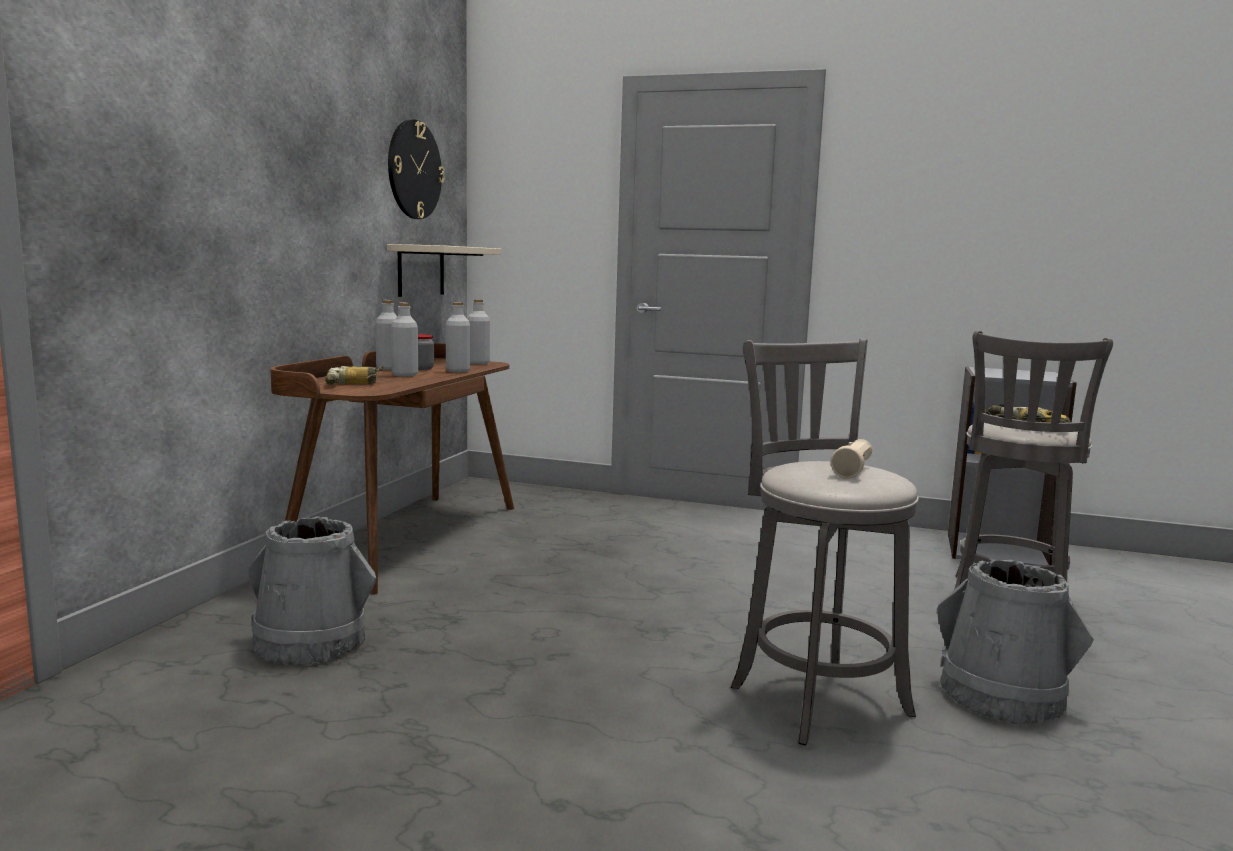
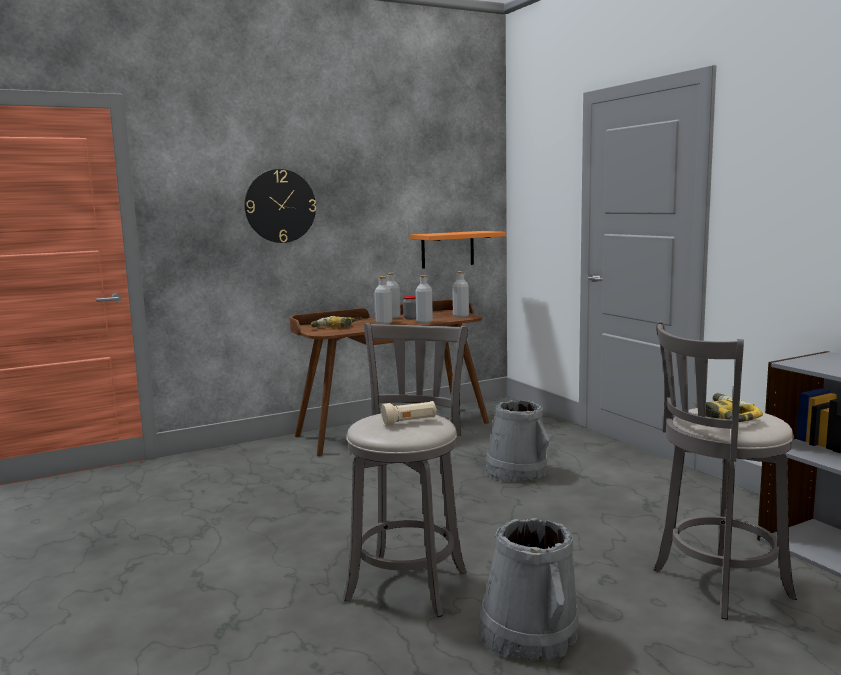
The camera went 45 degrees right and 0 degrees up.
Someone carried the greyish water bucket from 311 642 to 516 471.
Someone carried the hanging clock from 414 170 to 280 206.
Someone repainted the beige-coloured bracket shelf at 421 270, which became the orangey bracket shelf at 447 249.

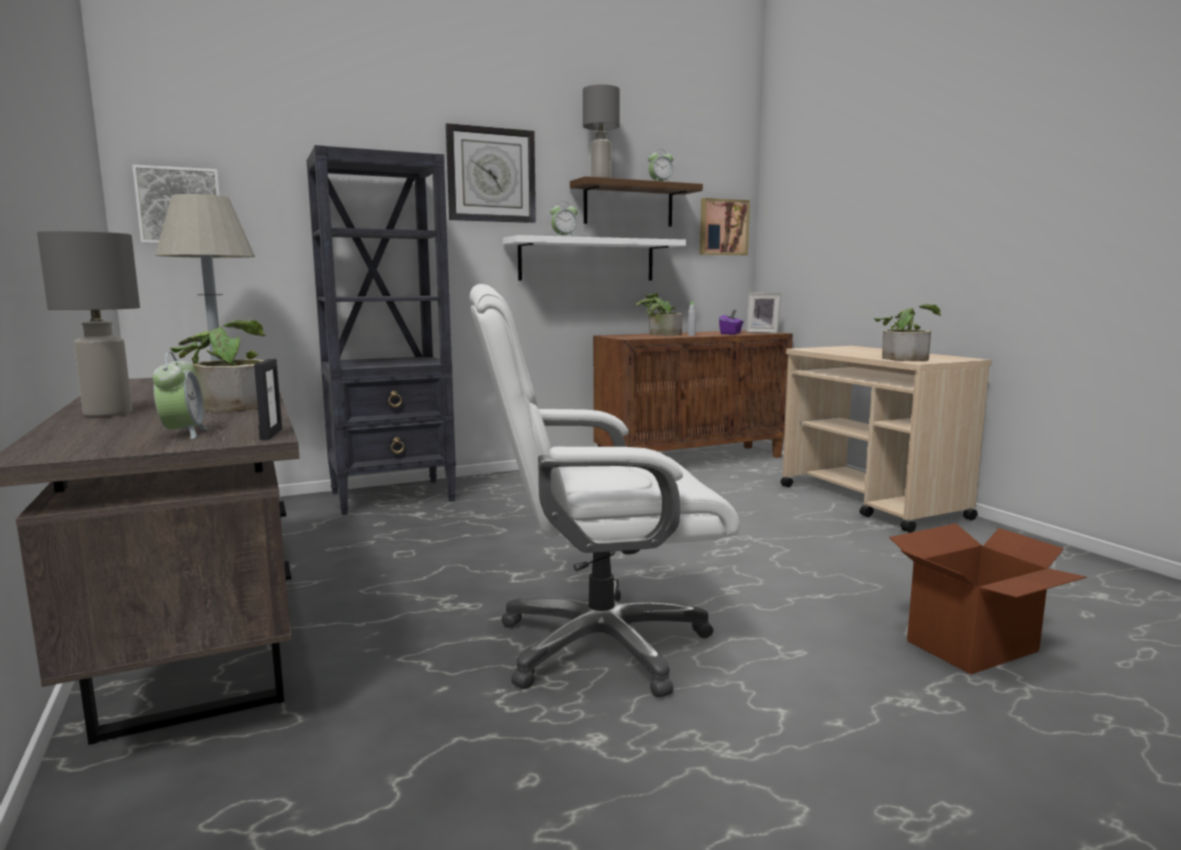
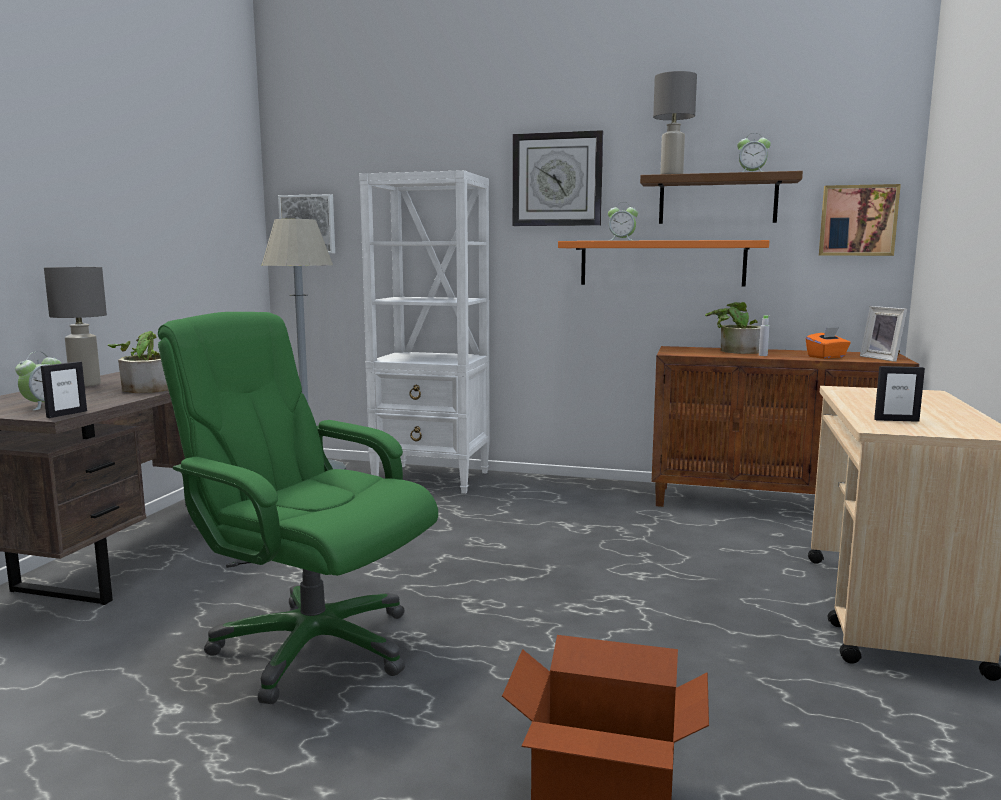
The camera went 40 degrees right and 0 degrees up.
Someone swapped the houseplant at 904 358 for the picture frame at 896 420.
Someone repainted the black-coloured shelving unit at 393 496, which became the white-coloured shelving unit at 432 479.
Someone repainted the white-coloured office chair at 599 645, which became the greenish office chair at 312 646.
Someone repainted the white-coloured bracket shelf at 587 260, which became the orangey bracket shelf at 662 263.
Someone repainted the purplish box of tissues at 731 333, which became the orangey box of tissues at 827 357.

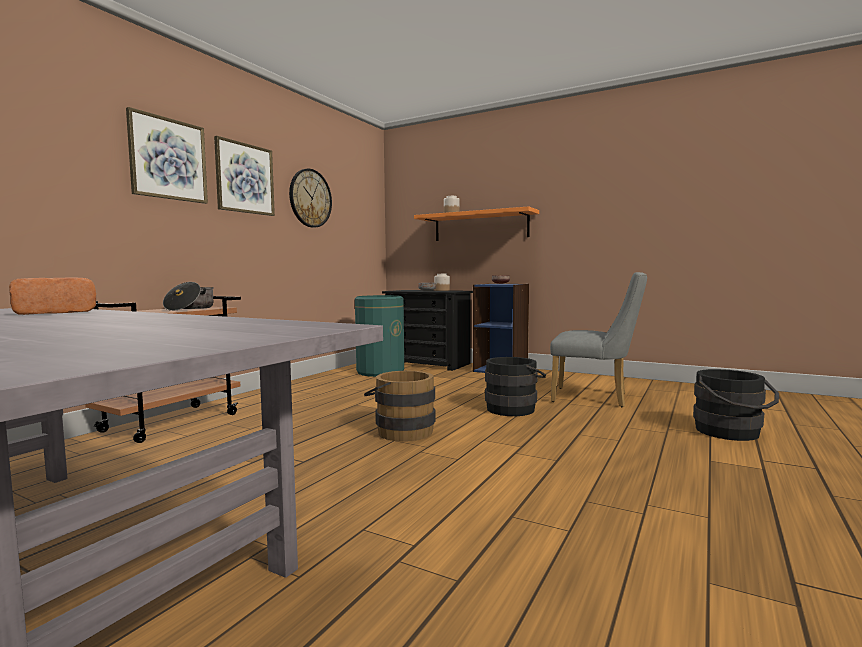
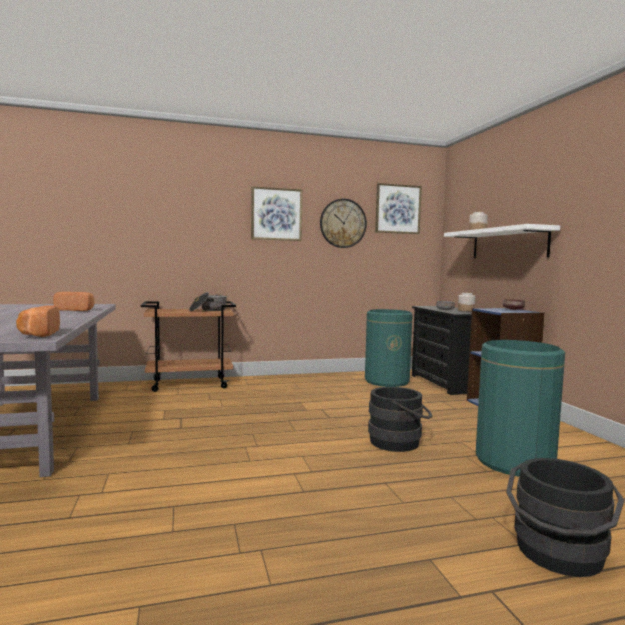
The camera went 45 degrees right and 0 degrees up.
Someone took away the brownish water bucket at 400 431.
Someone put down the bread at 38 334.
Someone carried the wall picture from 168 159 to 398 209.
Someone swapped the greyish upright chair at 596 398 for the greenish waste bin at 514 462.
Someone repainted the orangey bracket shelf at 480 226, which became the white-coloured bracket shelf at 508 244.

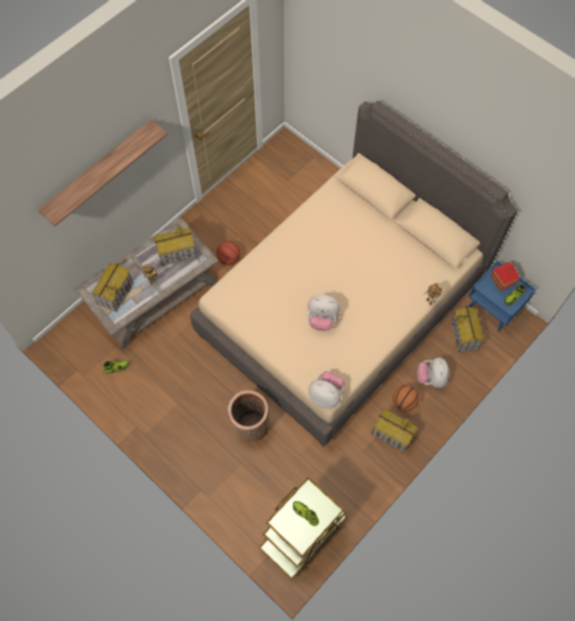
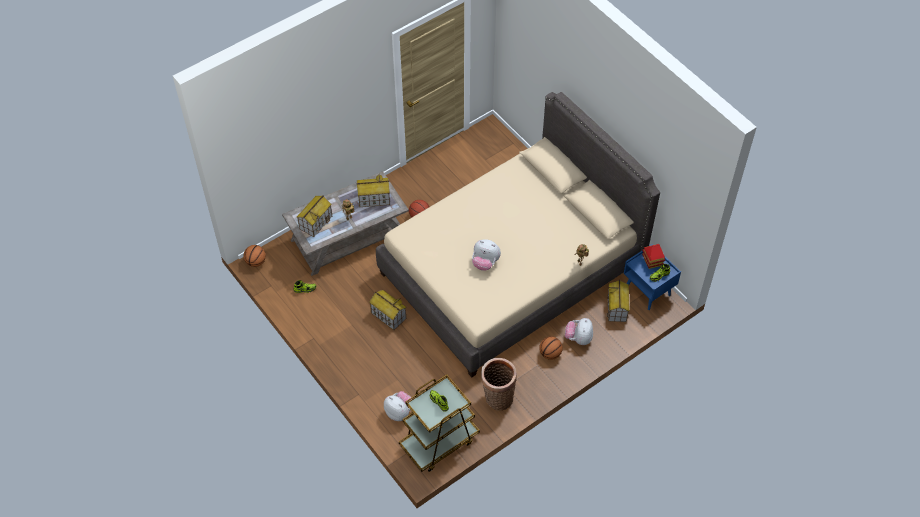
The camera went 10 degrees right and 10 degrees down.
Someone took away the bracket shelf at 98 171.
Someone put down the basketball ball at 256 262.
Someone carried the household basket from 250 426 to 497 397.
Someone carried the cuddly toy from 326 395 to 399 412.
Someone carried the miniature house from 392 434 to 388 316.

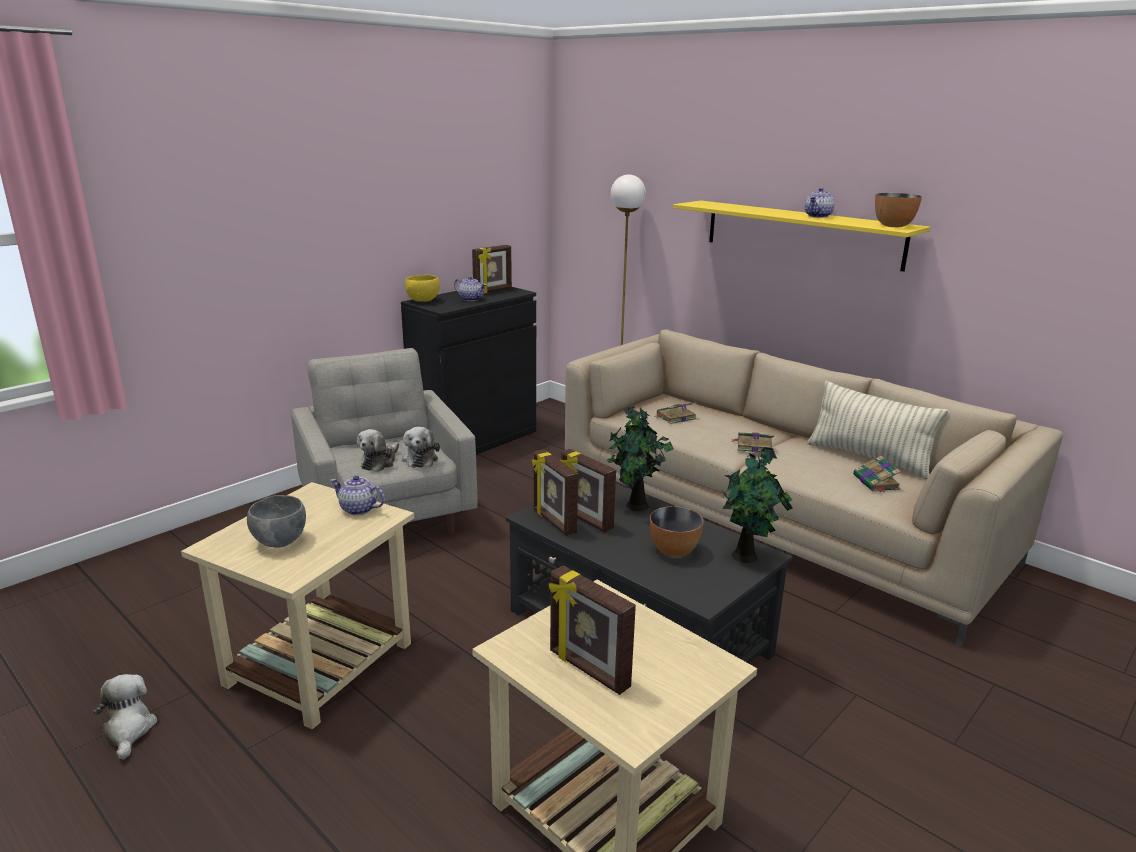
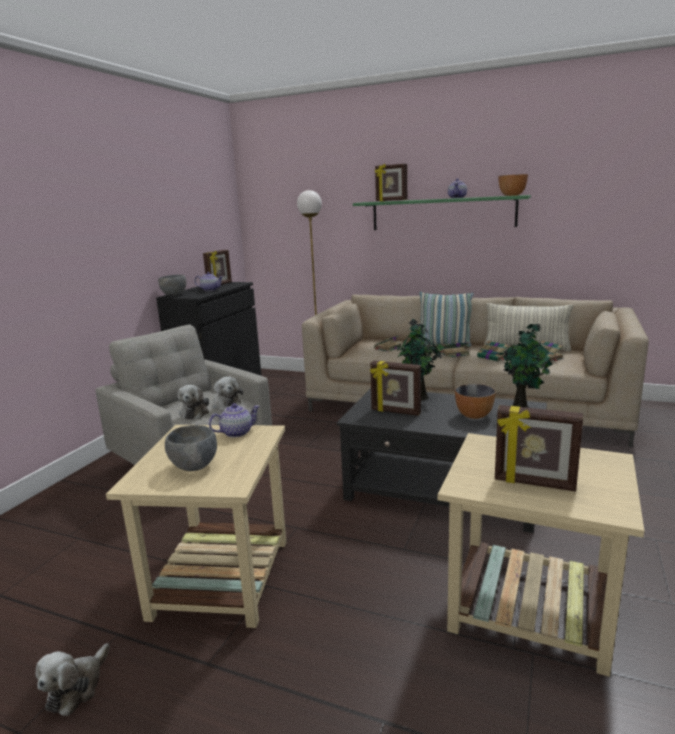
The camera went 20 degrees left and 5 degrees down.
Someone put down the throw pillow at 444 344.
Someone put down the bound book at 493 357.
Someone carried the picture frame from 553 522 to 391 201.
Someone repainted the yellow deep dish at 423 301, which became the greyish deep dish at 174 295.
Someone repainted the yellow bracket shelf at 801 234, which became the greenish bracket shelf at 442 213.
Someone rotated the cuddly toy at 128 730 by 120 degrees counterclockwise.
Someone rotated the tea pot at 358 509 by 150 degrees clockwise.

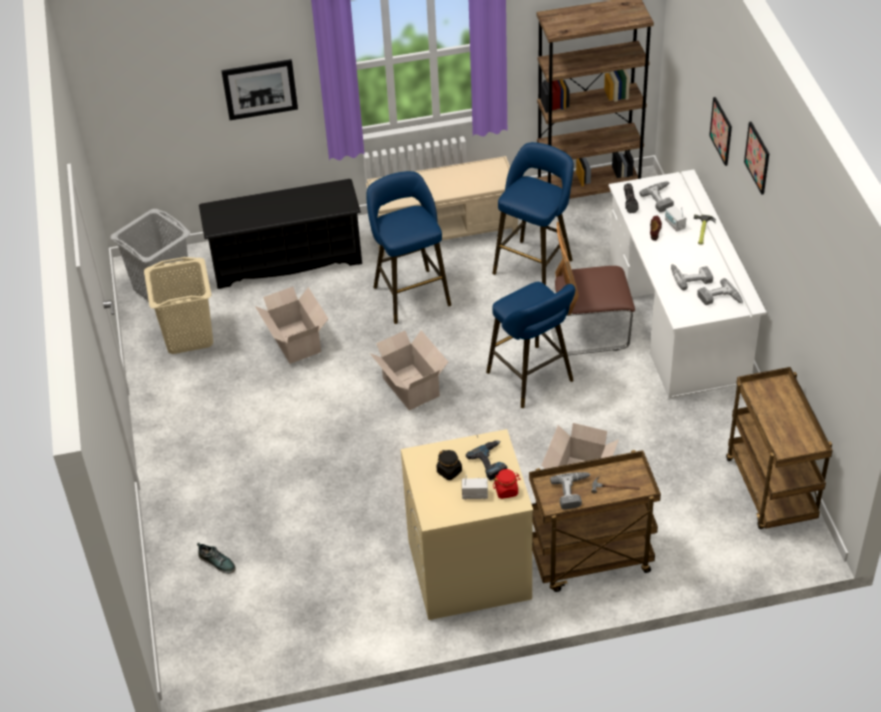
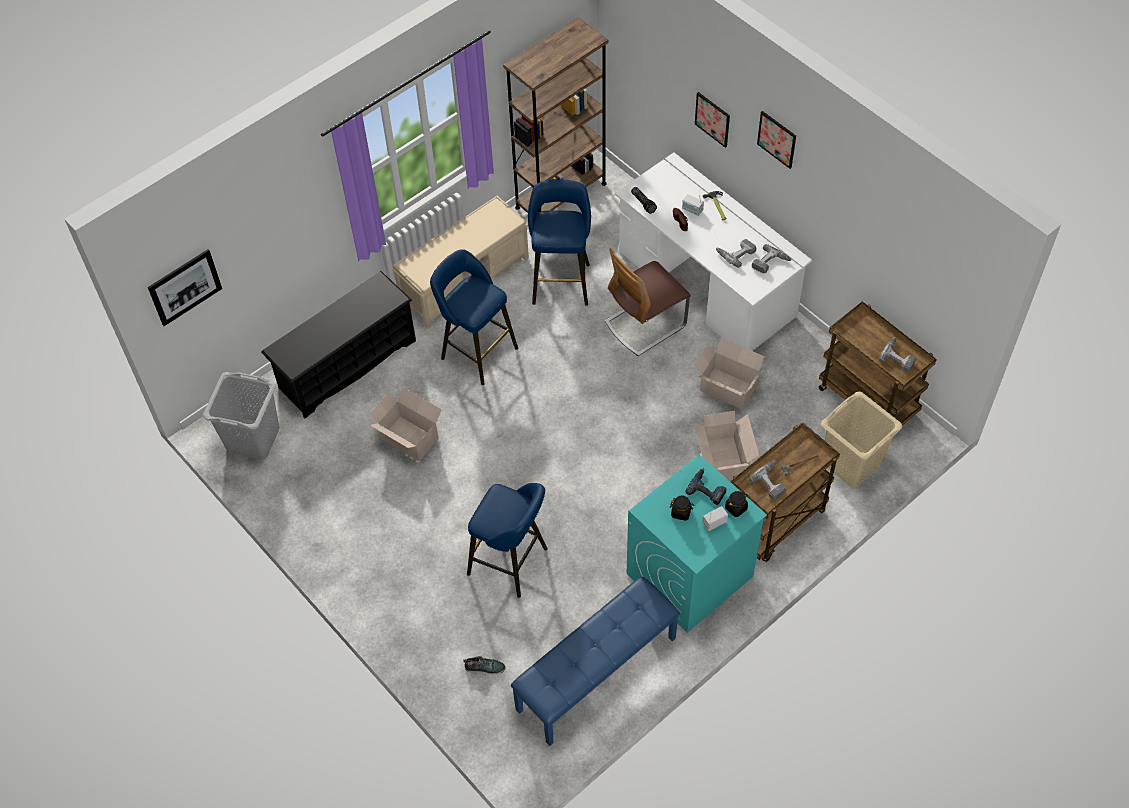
The camera went 30 degrees left and 10 degrees up.
Someone put down the bluish long seat at 597 674.
Someone carried the beige-coloured laundry basket from 188 336 to 851 464.
Someone carried the wall picture from 260 89 to 185 287.
Someone carried the cardboard box from 410 386 to 727 387.
Someone carried the bluish stool from 533 379 to 512 563.
Someone carried the drill from 661 199 to 899 356.
Someone repainted the beige-coloured laundry appliance at 468 570, which became the blue-green laundry appliance at 689 576.
Someone repainted the red storage jar at 506 490, which became the black-coloured storage jar at 736 508.

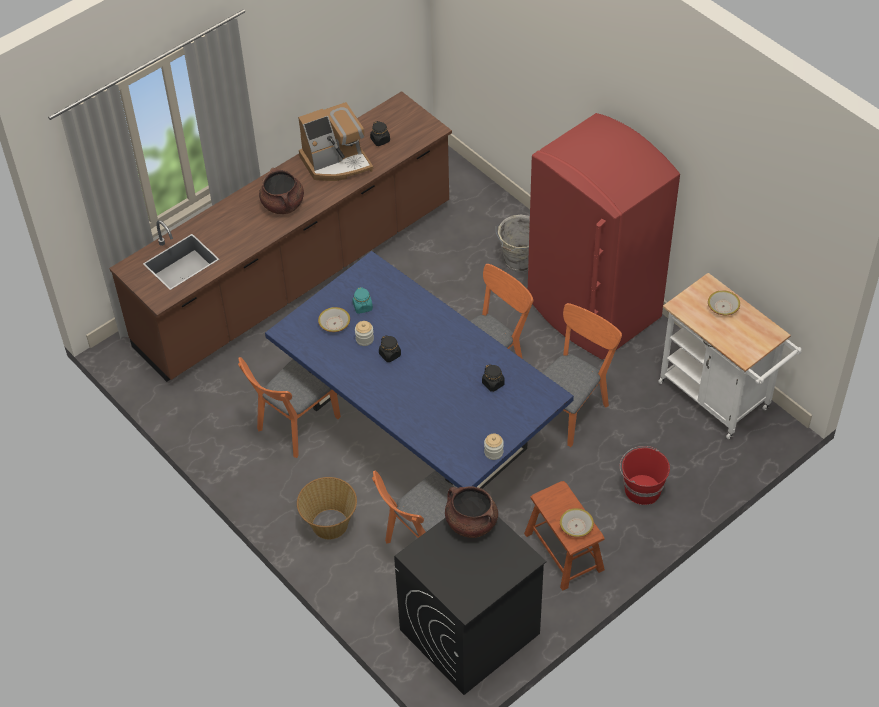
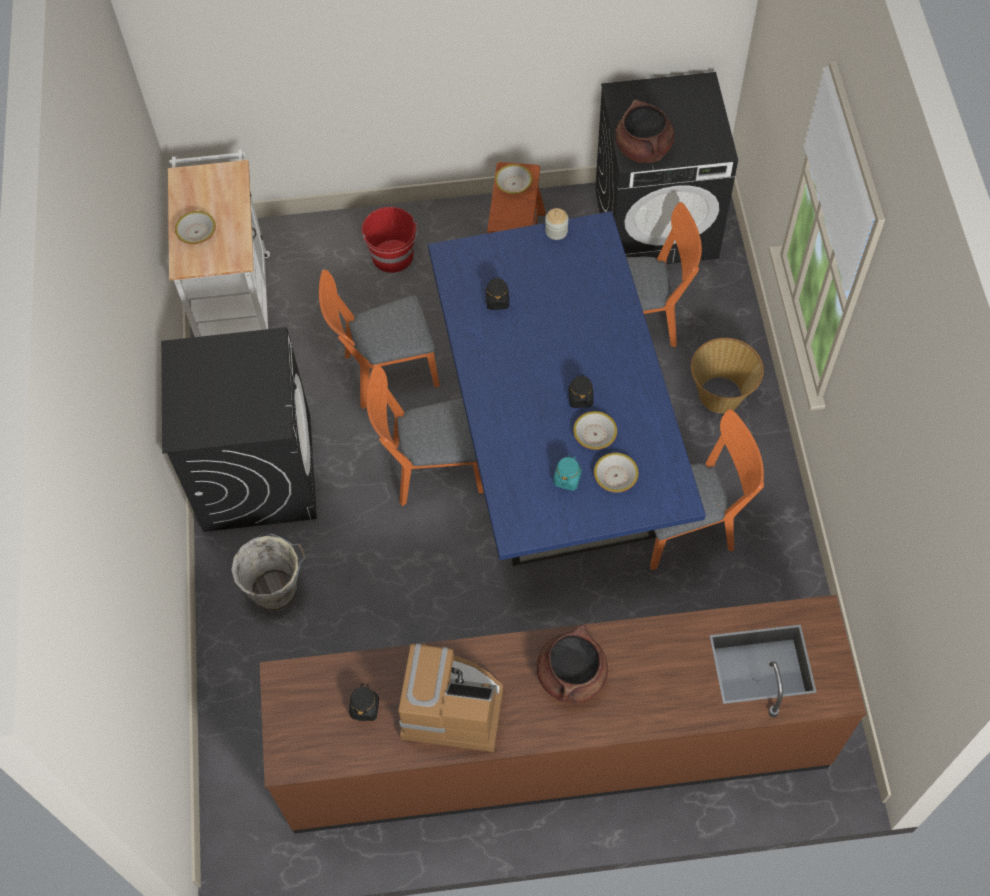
The camera went 145 degrees left and 10 degrees up.
Someone swapped the storage jar at 364 339 for the deep dish at 595 434.
Someone swapped the red refrigerator at 593 310 for the black-coloured laundry appliance at 257 471.

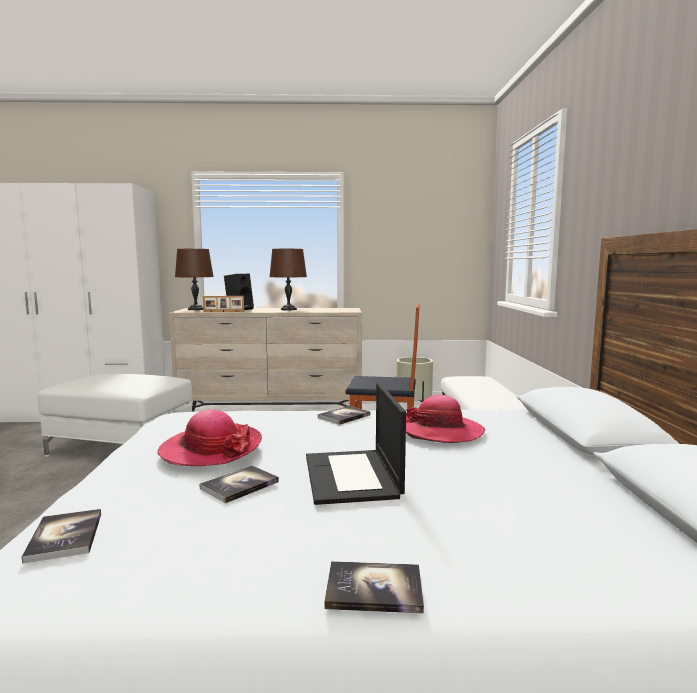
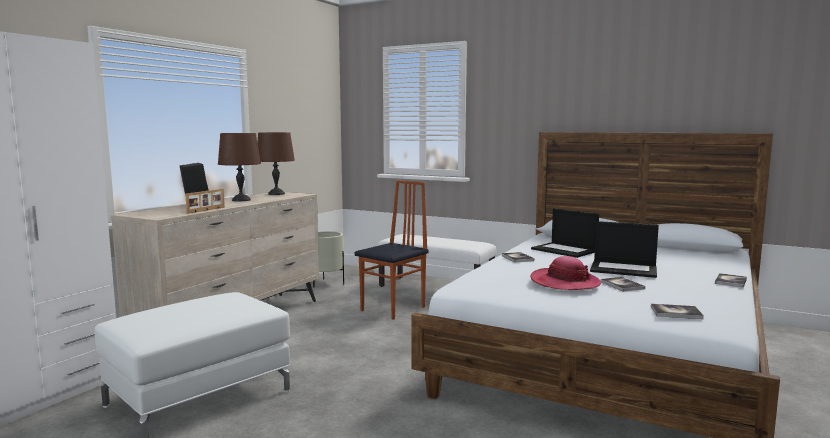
The camera went 60 degrees left and 0 degrees up.
Someone carried the brownish table lamp from 195 309 to 276 194.
Someone swapped the hat at 438 430 for the laptop at 565 250.

